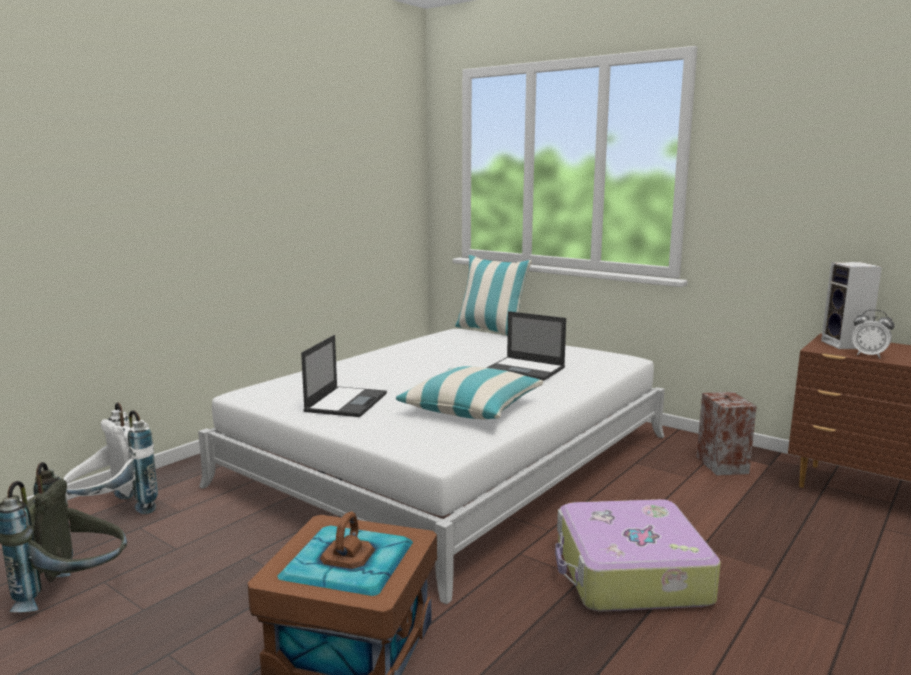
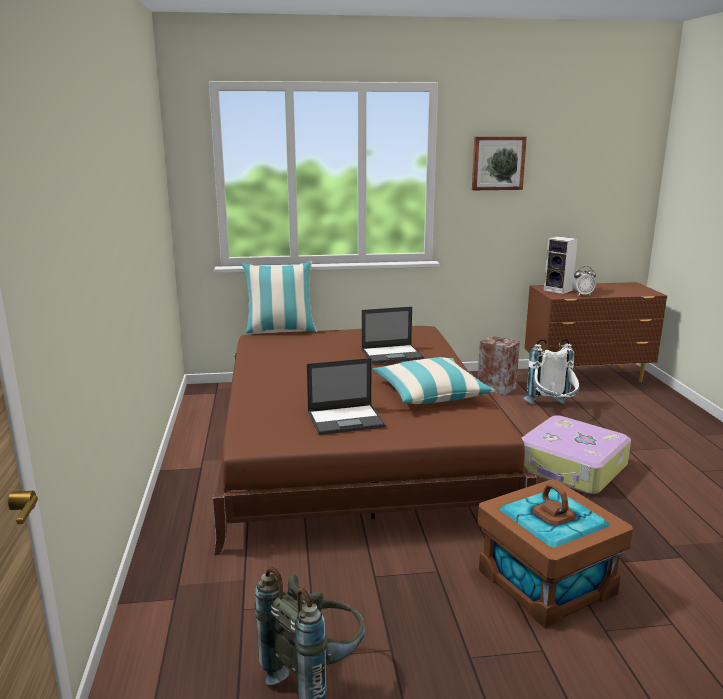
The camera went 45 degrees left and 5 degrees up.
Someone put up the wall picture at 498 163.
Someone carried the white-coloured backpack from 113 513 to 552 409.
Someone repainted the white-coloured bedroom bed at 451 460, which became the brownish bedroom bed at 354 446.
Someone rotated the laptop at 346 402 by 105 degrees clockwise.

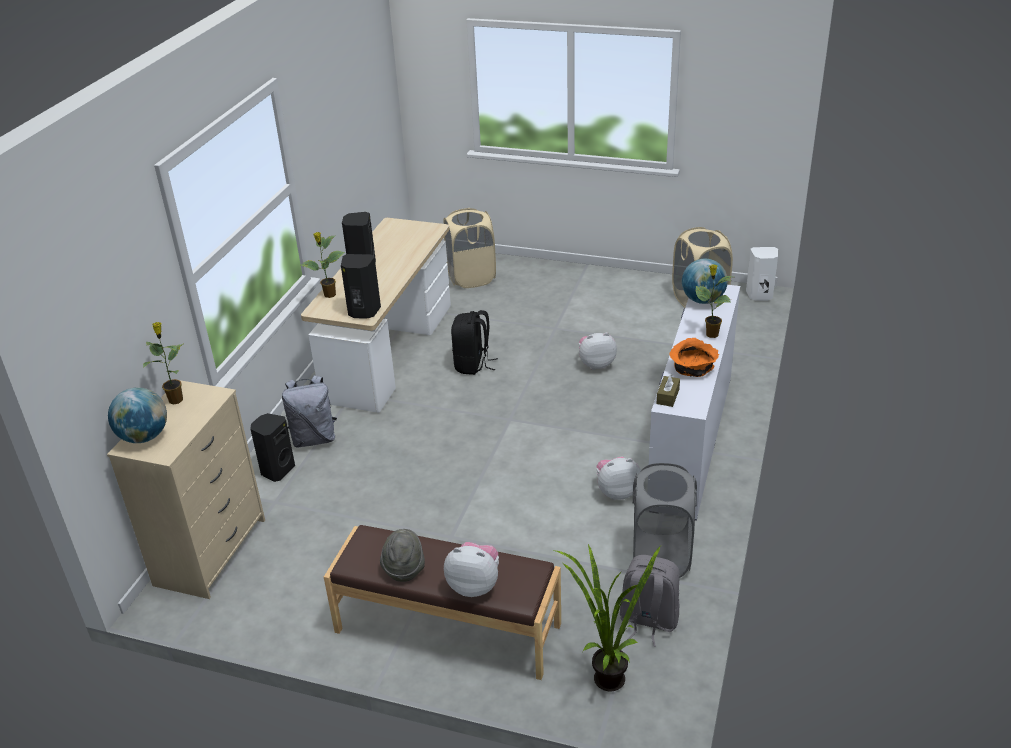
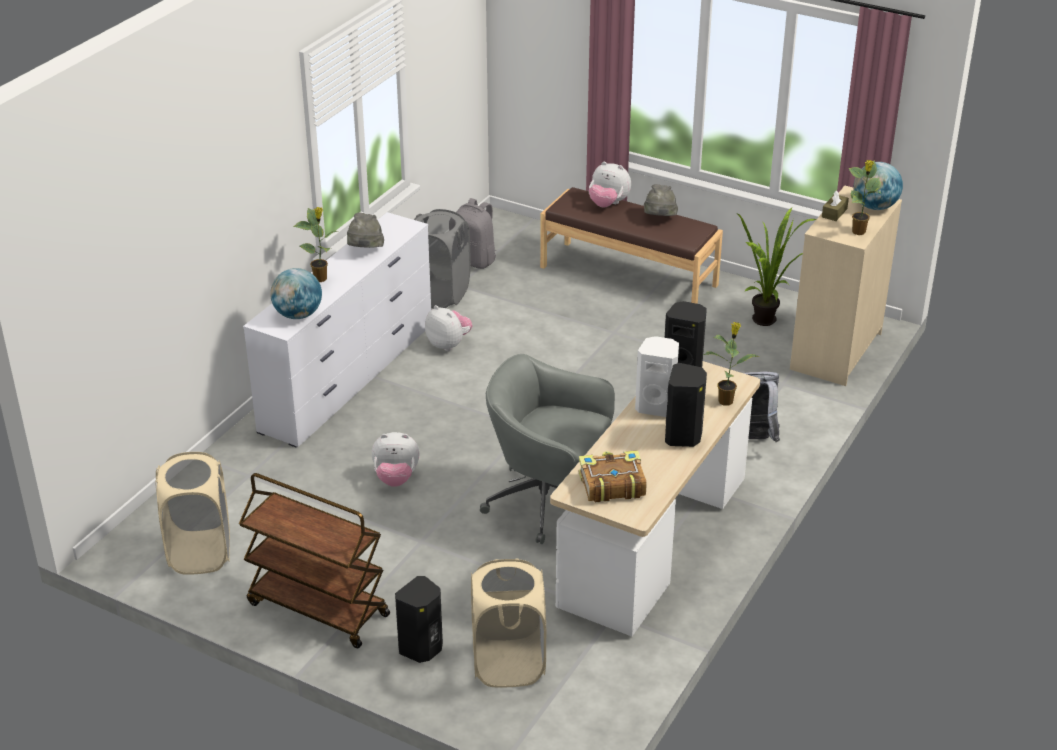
The camera went 170 degrees left and 0 degrees up.
Someone put down the brownish cart at 317 609.
Someone put down the bound book at 611 485.
Someone carried the black-coloured loudspeaker from 277 470 to 422 649.
Someone carried the houseplant from 603 676 to 767 323.
Someone carried the brownish box of tissues from 668 396 to 834 213.
Someone carried the white-coloured loudspeaker from 760 295 to 656 407.
Someone swapped the black-coloured backpack at 473 365 for the greyish office chair at 548 503.
Someone swapped the orangey deep dish at 692 369 for the greyish hat at 365 250.
Someone rotated the cuddly toy at 617 492 by 135 degrees counterclockwise.

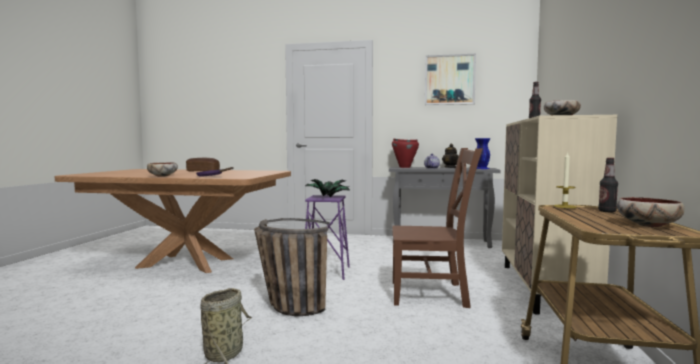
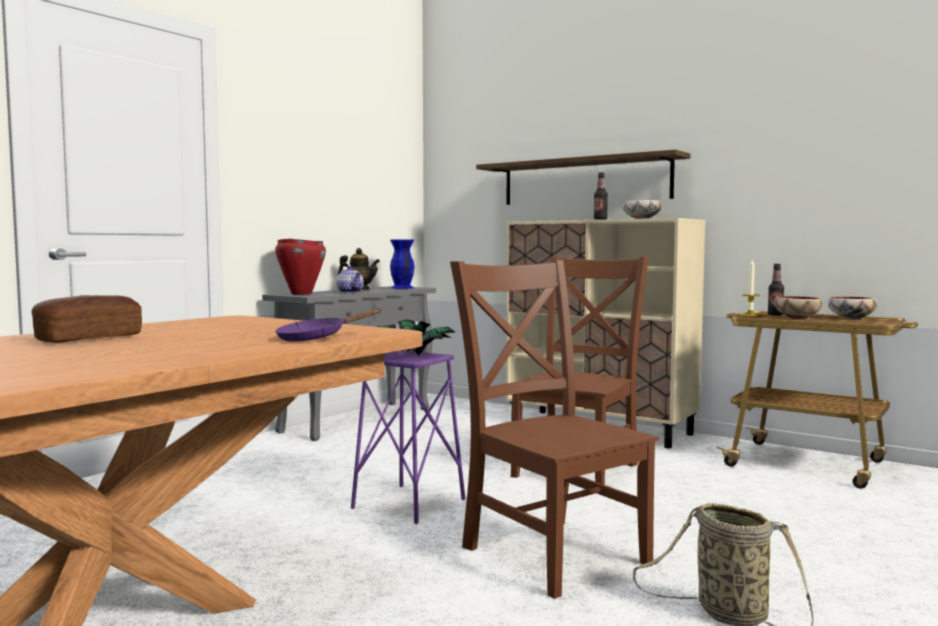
The camera went 65 degrees left and 0 degrees up.
Someone took away the wall picture at 449 80.
Someone put up the bracket shelf at 584 181.
Someone carried the deep dish from 163 176 to 796 318.
Someone swapped the household basket at 286 305 for the brownish upright chair at 551 552.

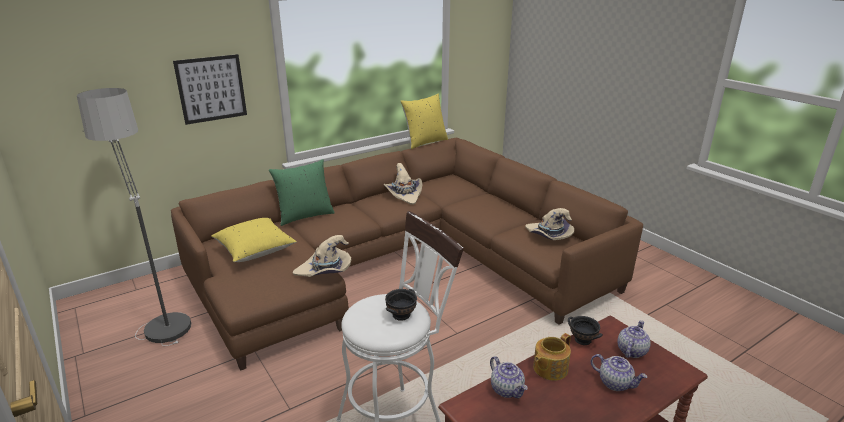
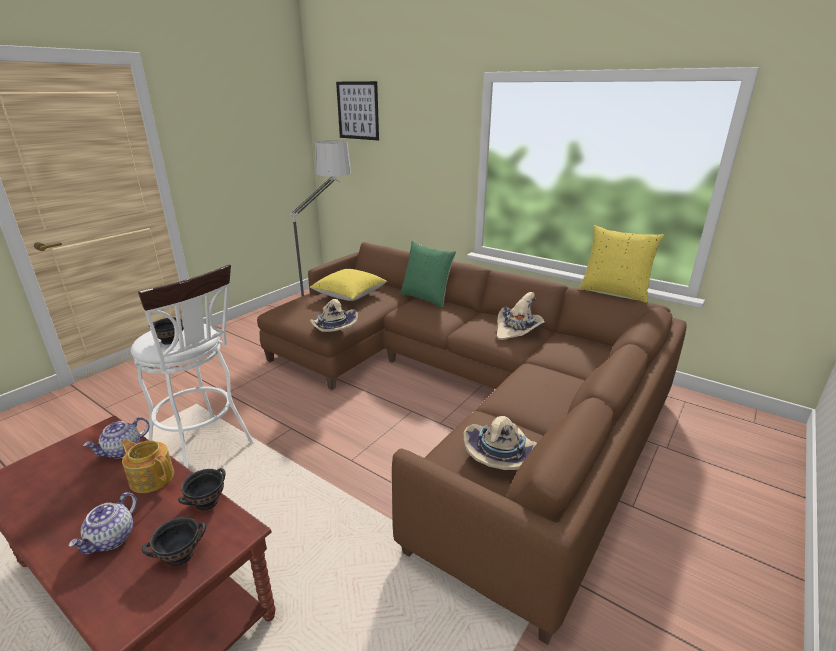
The camera went 70 degrees right and 0 degrees up.
Someone carried the wall picture from 211 89 to 358 110.
Someone swapped the tea pot at 631 350 for the black-coloured deep dish at 179 555.

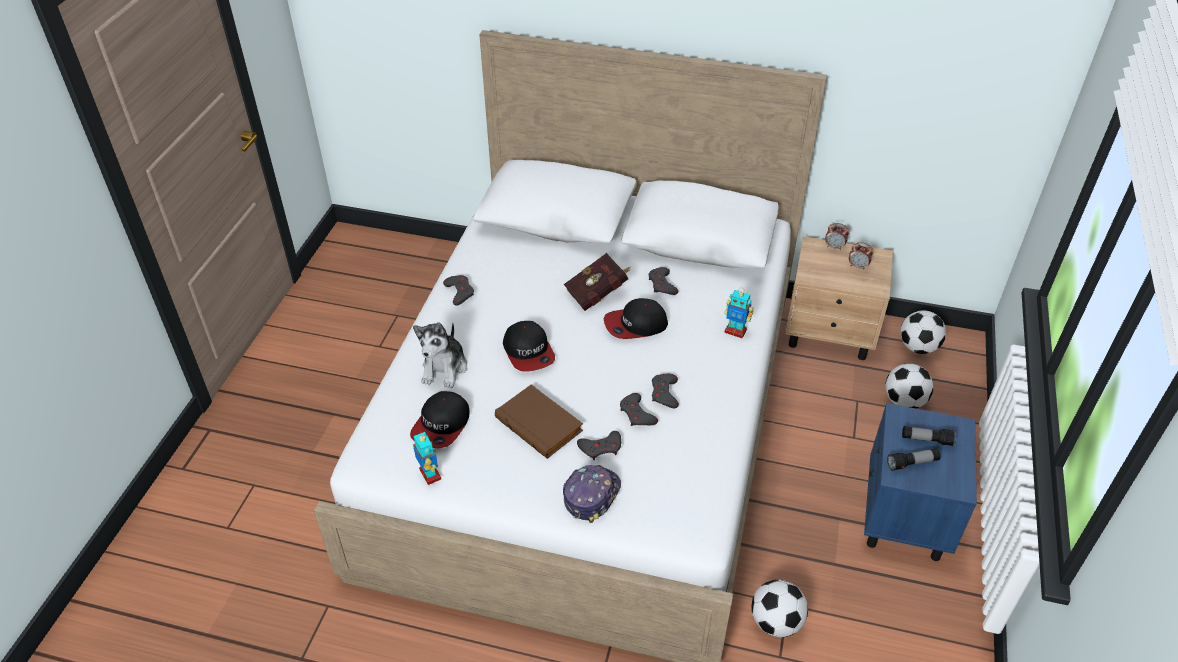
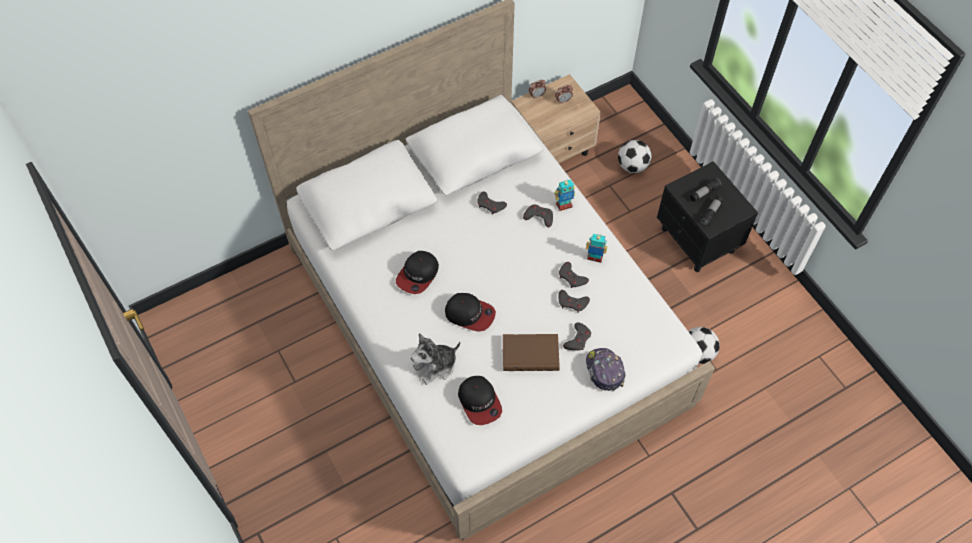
The camera went 45 degrees left and 15 degrees up.
Someone took away the red bound book at 598 293.
Someone took away the ball for football at 918 347.
Someone carried the robot figure from 429 475 to 595 257.
Someone carried the greyish gamepad from 459 292 to 539 217.
Someone carried the peaked cap from 635 325 to 418 275.
Someone repainted the bluish night table at 904 518, which became the black-coloured night table at 697 240.
Someone rotated the cuddly toy at 445 368 by 90 degrees clockwise.

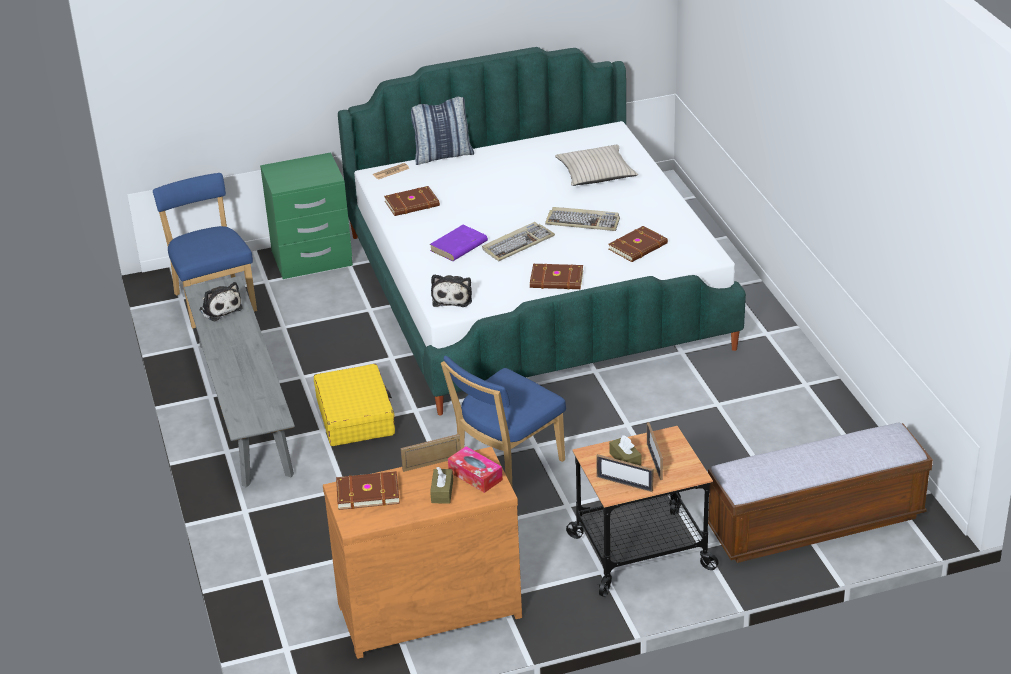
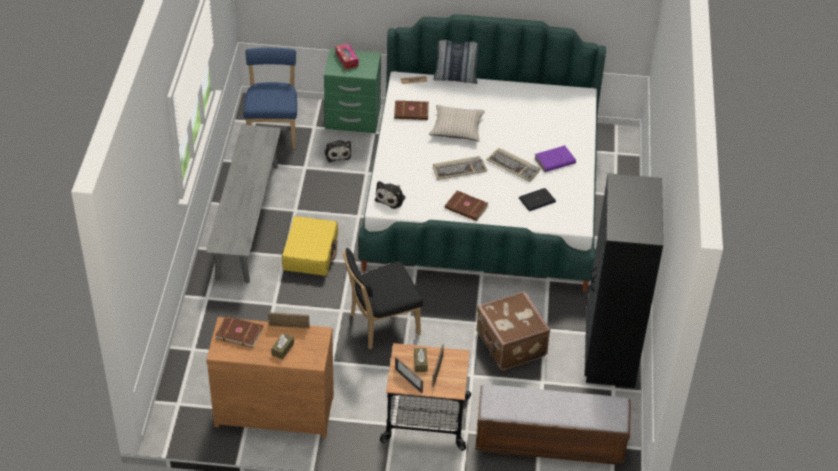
The camera went 20 degrees right and 10 degrees up.
Someone put down the brownish suitcase at 510 345.
Someone put down the black-coloured armoire at 608 351.
Someone carried the cuddly toy from 220 308 to 337 153.
Someone carried the purplish bound book from 458 246 to 554 161.
Someone carried the box of tissues from 475 475 to 346 60.
Someone carried the beige-coloured throw pillow from 595 173 to 456 128.
Someone swapped the brownish bound book at 639 247 for the laptop at 537 200.
Someone repainted the bluish upright chair at 506 466, which became the black-coloured upright chair at 381 325.

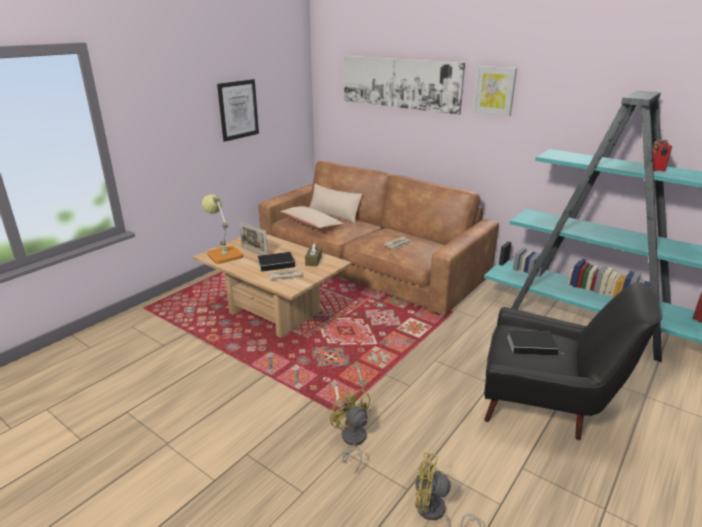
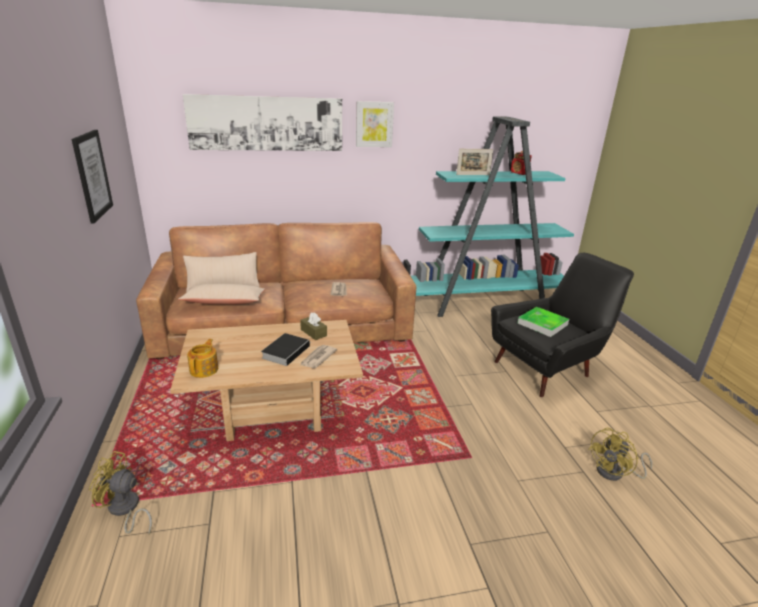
The camera went 50 degrees left and 0 degrees up.
Someone carried the picture frame from 254 251 to 473 175.
Someone carried the yellow electric fan from 352 441 to 125 510.
Someone swapped the table lamp at 223 254 for the tea pot at 204 369.
Someone swapped the bound book at 532 345 for the carrying tray at 542 324.

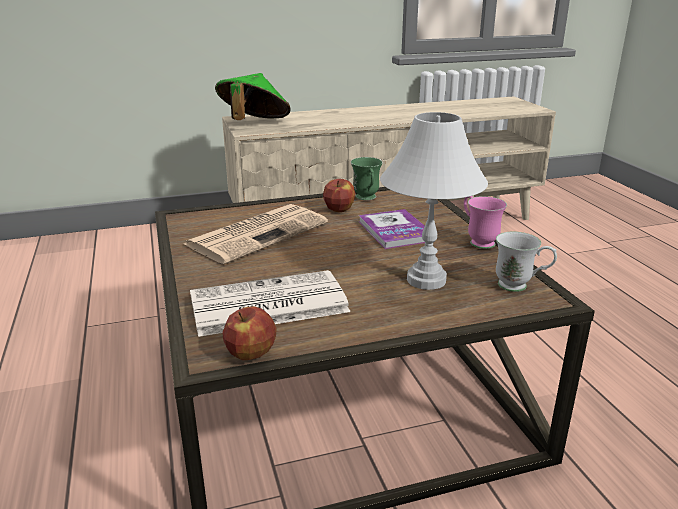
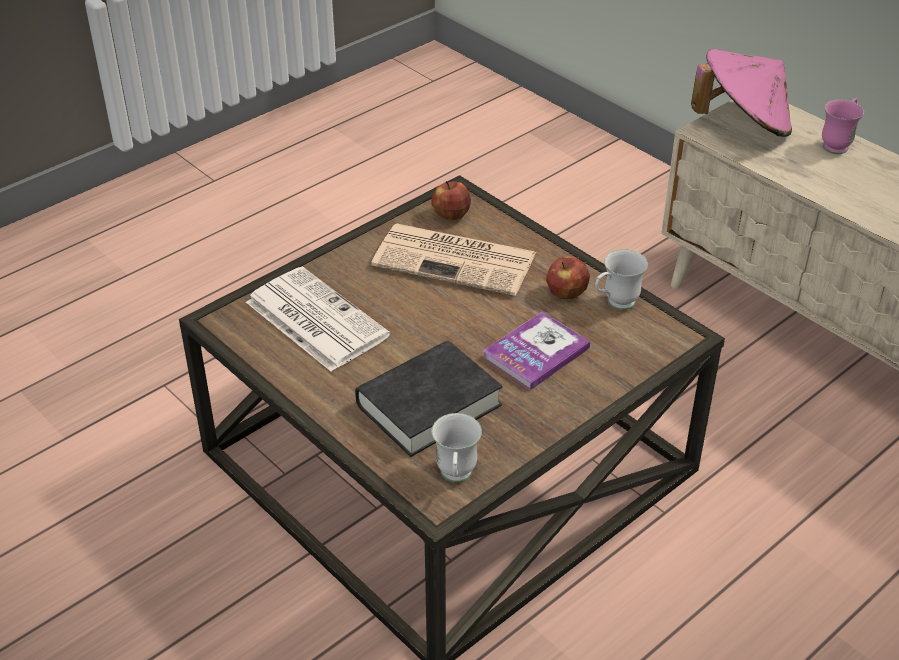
The camera went 65 degrees right and 15 degrees up.
Someone carried the apple from 251 353 to 451 215.
Someone carried the pinkish tea mug from 478 241 to 838 144.
Someone swapped the white-coloured table lamp at 426 279 for the black-coloured bound book at 428 405.
Someone repainted the greenish hat at 253 124, which became the pinkish hat at 742 124.
Someone repainted the greenish tea mug at 367 199, which became the white-coloured tea mug at 615 304.

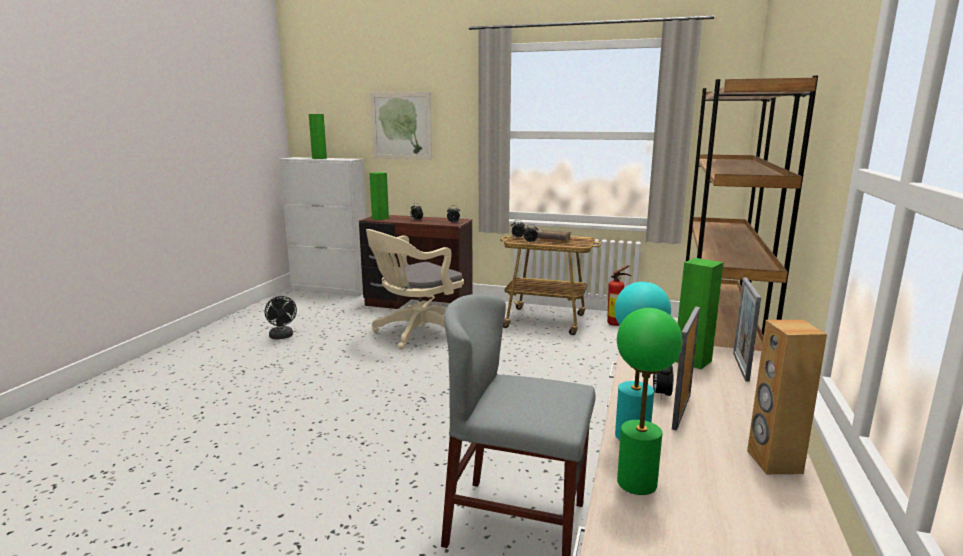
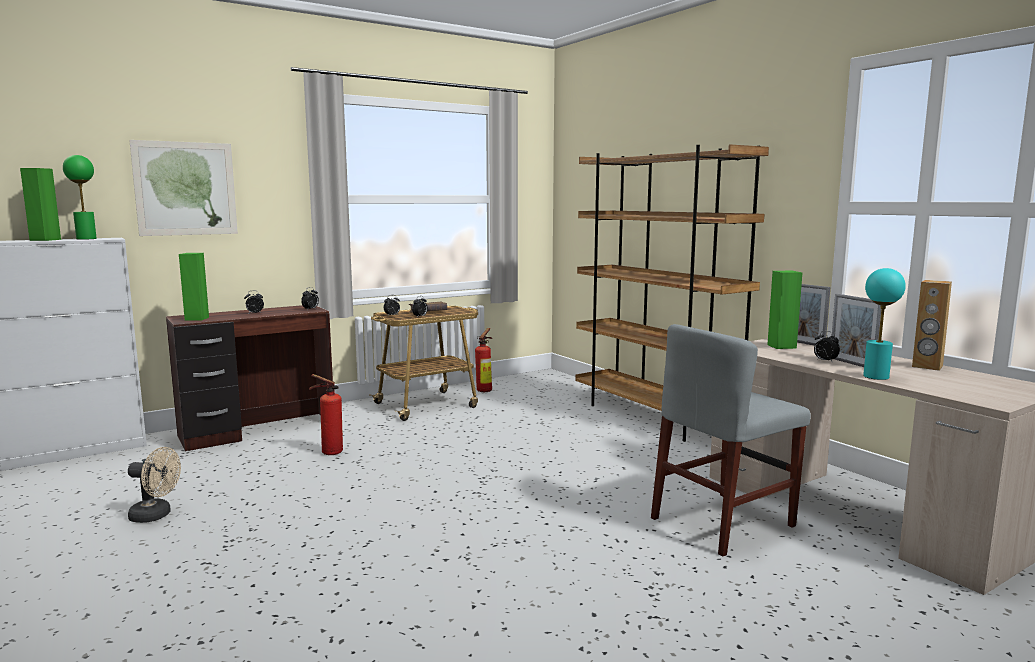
The camera went 50 degrees left and 5 degrees down.
Someone carried the greenish table lamp from 637 482 to 86 239.
Someone swapped the beige-coloured office chair at 416 333 for the extinguisher at 329 453.
Someone repainted the black-coloured electric fan at 282 337, which became the beige-coloured electric fan at 156 515.

